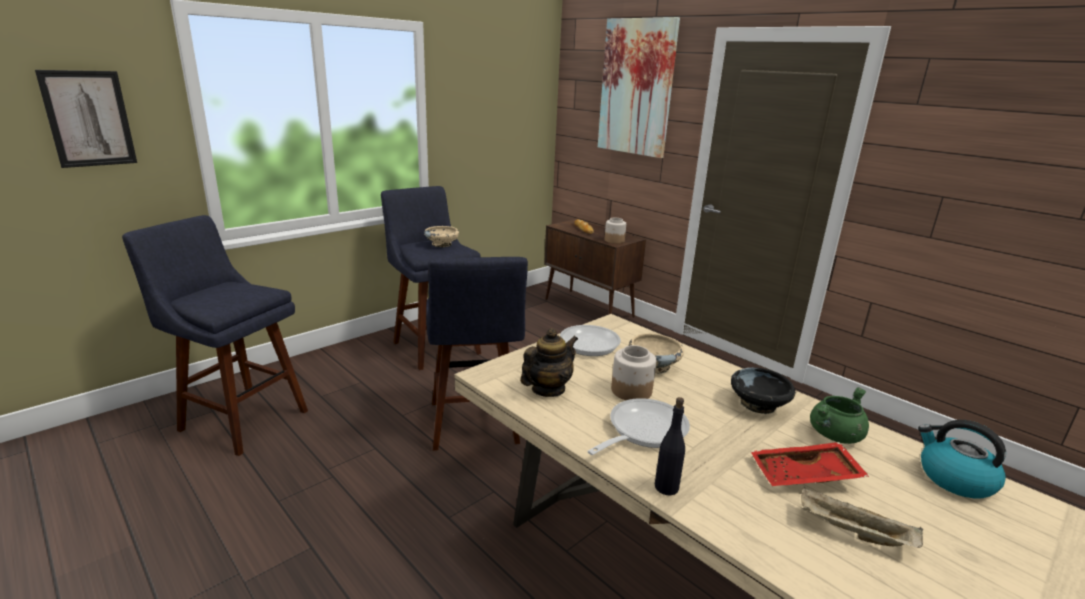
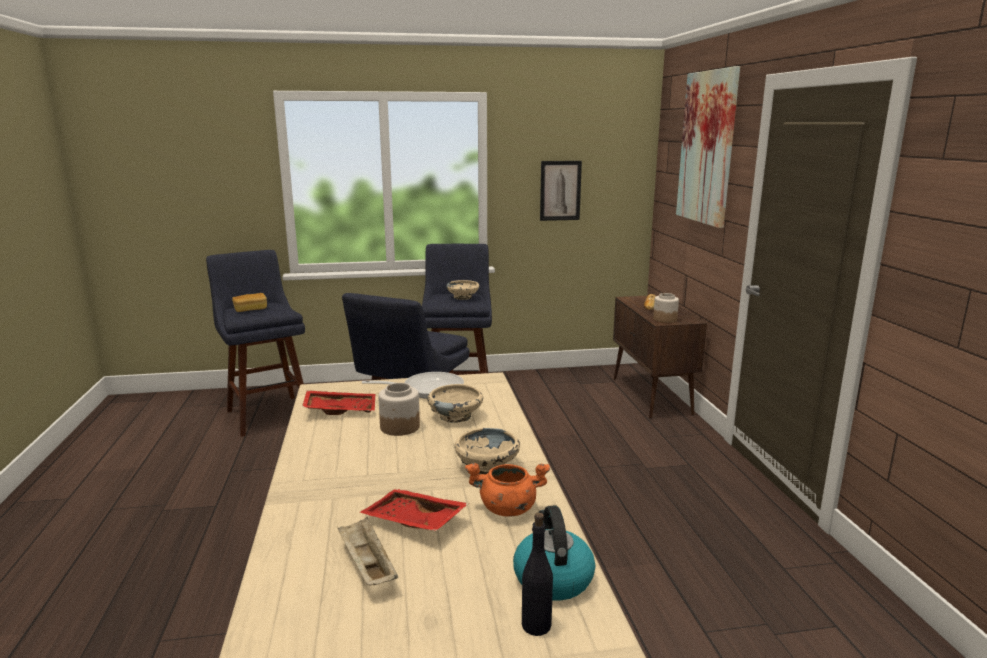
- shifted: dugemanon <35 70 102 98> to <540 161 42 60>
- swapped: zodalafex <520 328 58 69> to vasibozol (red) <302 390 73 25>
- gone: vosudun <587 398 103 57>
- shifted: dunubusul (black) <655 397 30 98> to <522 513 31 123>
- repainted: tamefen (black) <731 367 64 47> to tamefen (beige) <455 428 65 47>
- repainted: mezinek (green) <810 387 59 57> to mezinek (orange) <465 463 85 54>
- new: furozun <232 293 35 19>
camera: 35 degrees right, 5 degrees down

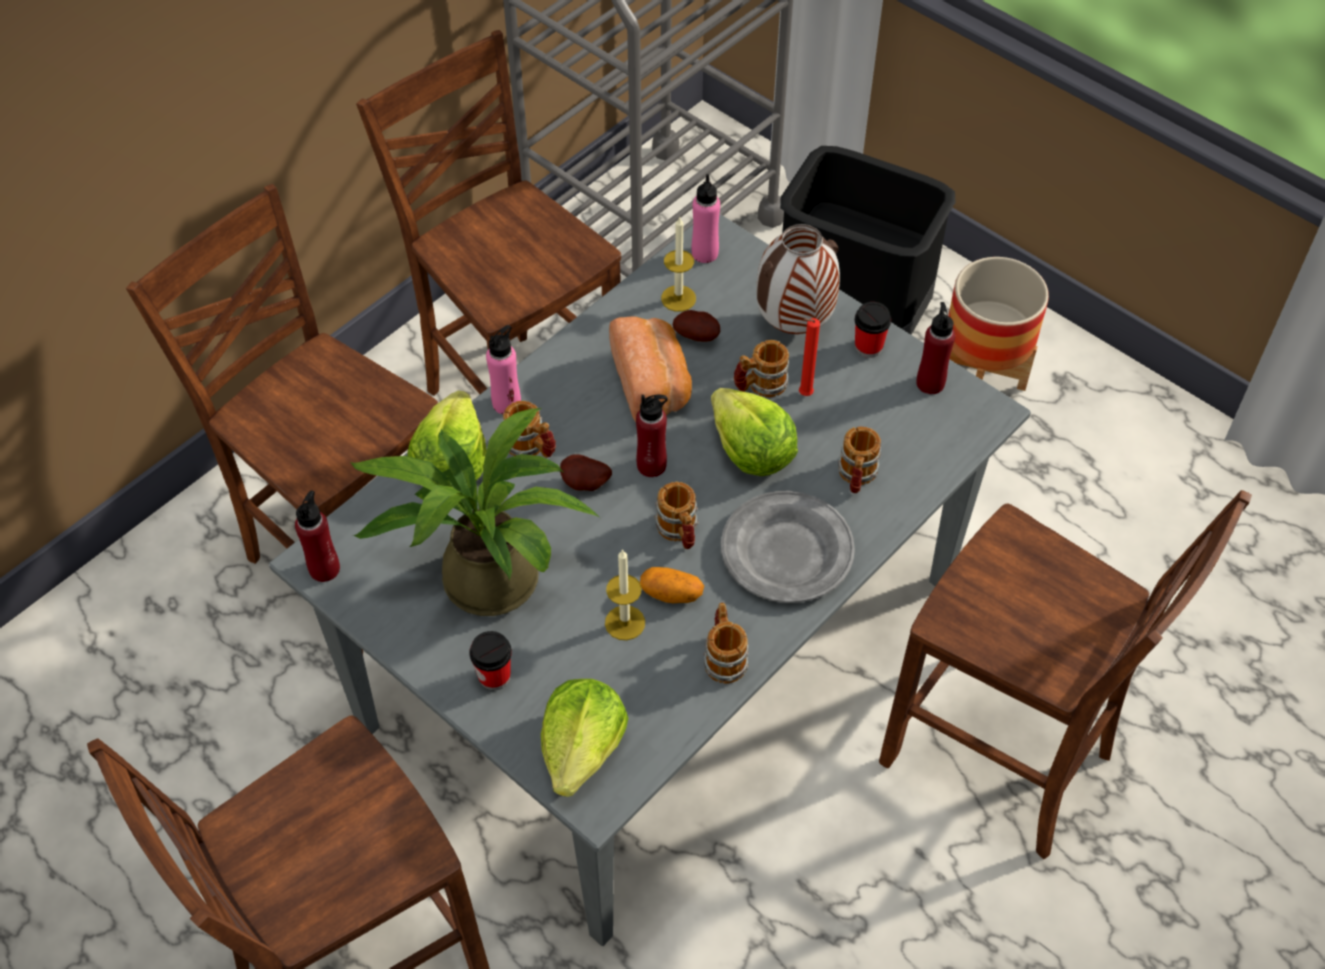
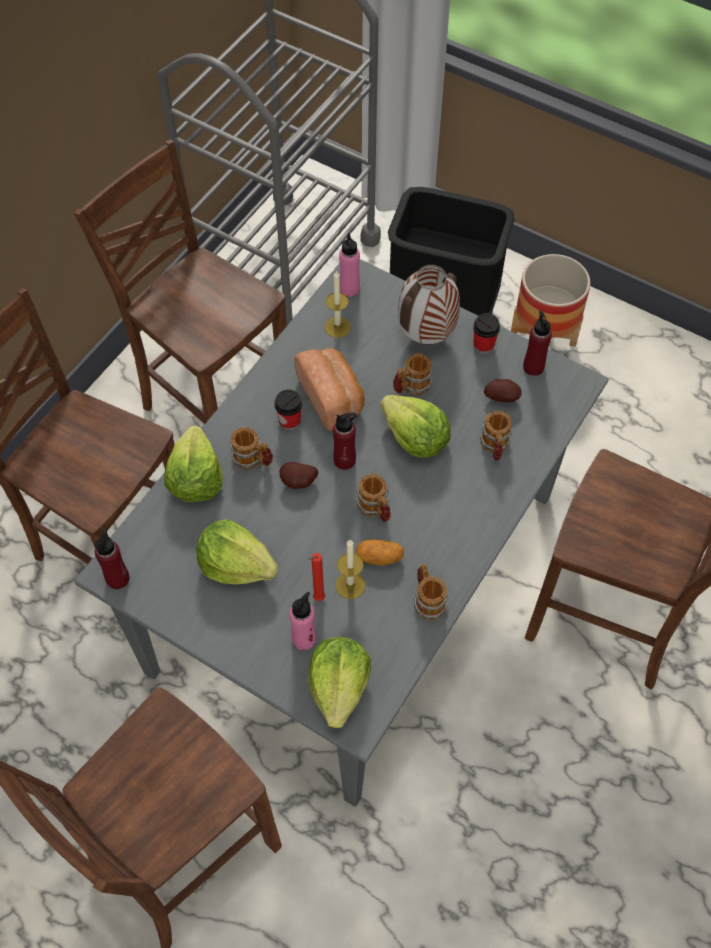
- swapped: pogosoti <350 408 250 208> to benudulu <196 519 82 65>
- shifted: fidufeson <469 631 43 59> to <274 390 28 40>
- shifted: dunubusul (pink) <486 325 35 89> to <289 592 27 58>
- shifted: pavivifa <673 310 47 32> to <484 379 38 23>
- gone: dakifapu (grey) <721 491 134 112>
- shifted: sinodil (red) <799 318 21 78> to <308 553 17 48>
camera: 10 degrees left, 5 degrees up

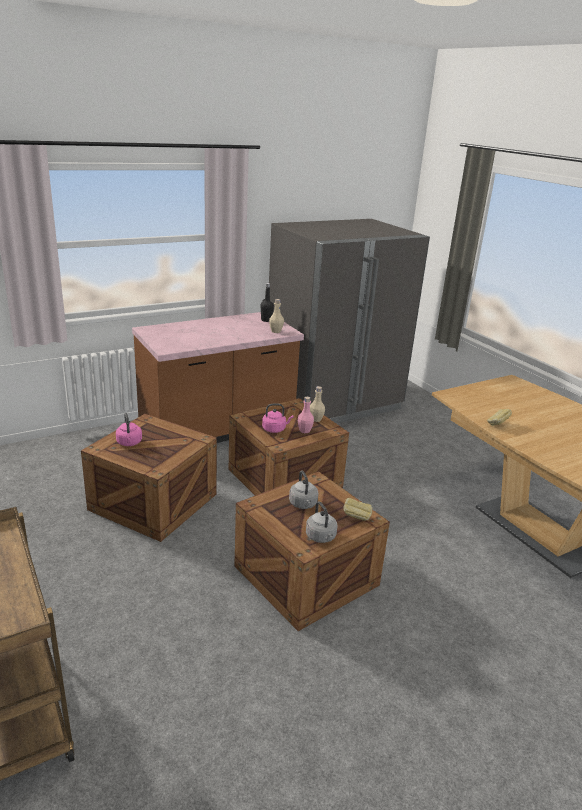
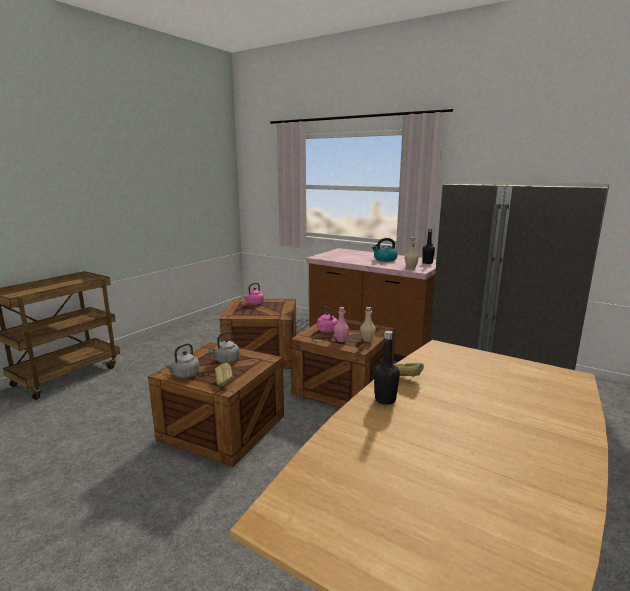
- new: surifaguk <372 238 26 24>
- new: dunubusul (black) <374 331 26 74>
camera: 65 degrees right, 10 degrees down

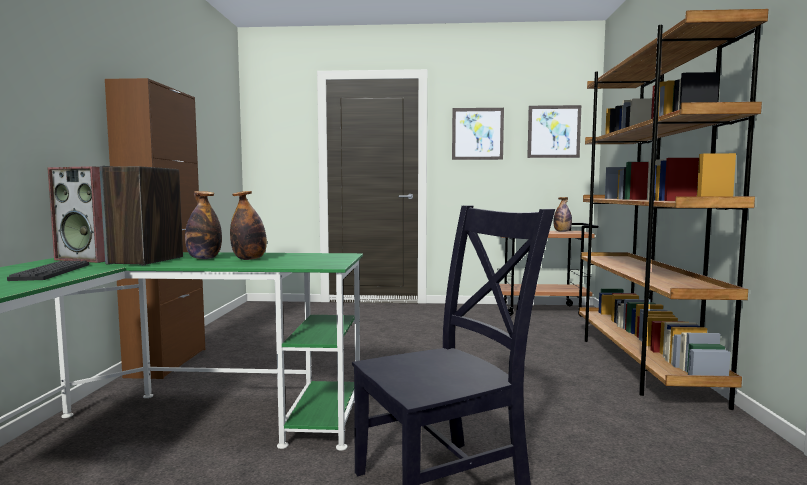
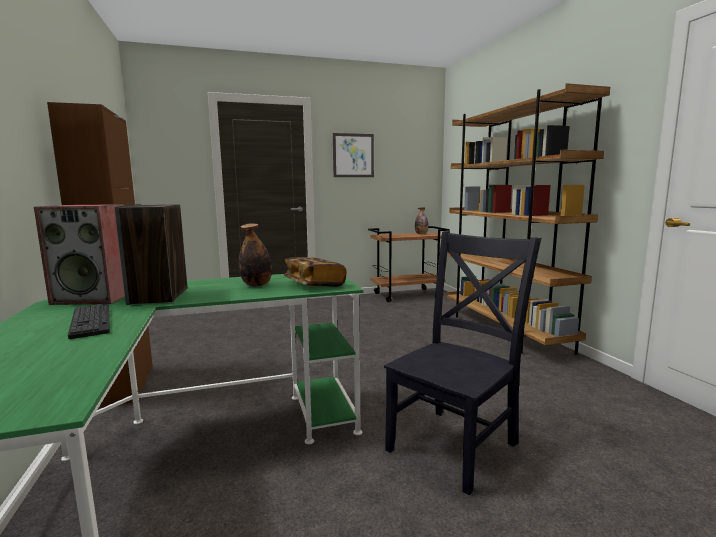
- gone: dunubusul <185 191 37 68>
- gone: dugemanon <527 105 54 53>
- new: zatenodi <284 257 62 30>
camera: 20 degrees left, 5 degrees up

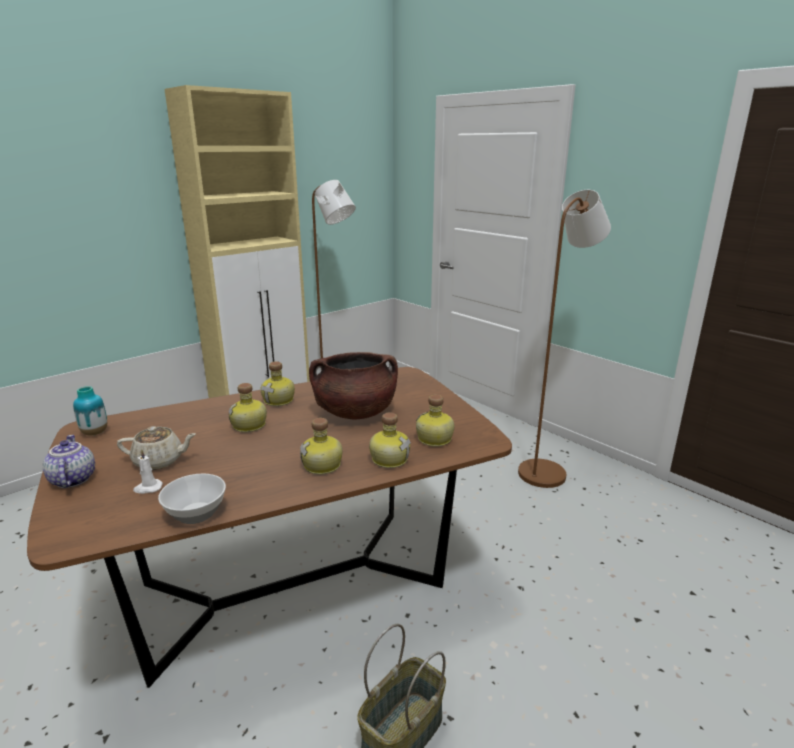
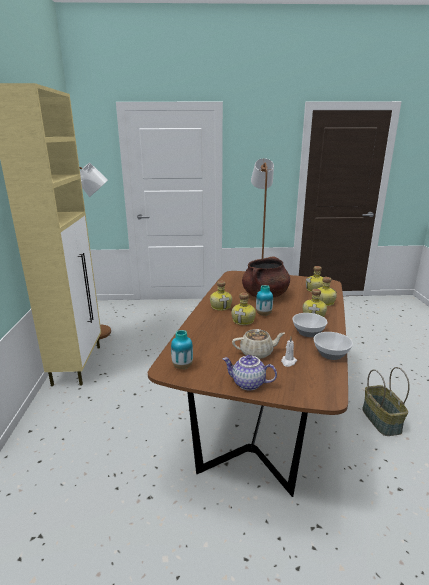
- rotated: zodalafex (beige) <117 426 79 44> = <232 329 53 30> 45 degrees clockwise
- new: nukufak <256 285 17 31>
- new: tamefen <293 313 34 24>
camera: 50 degrees left, 0 degrees up

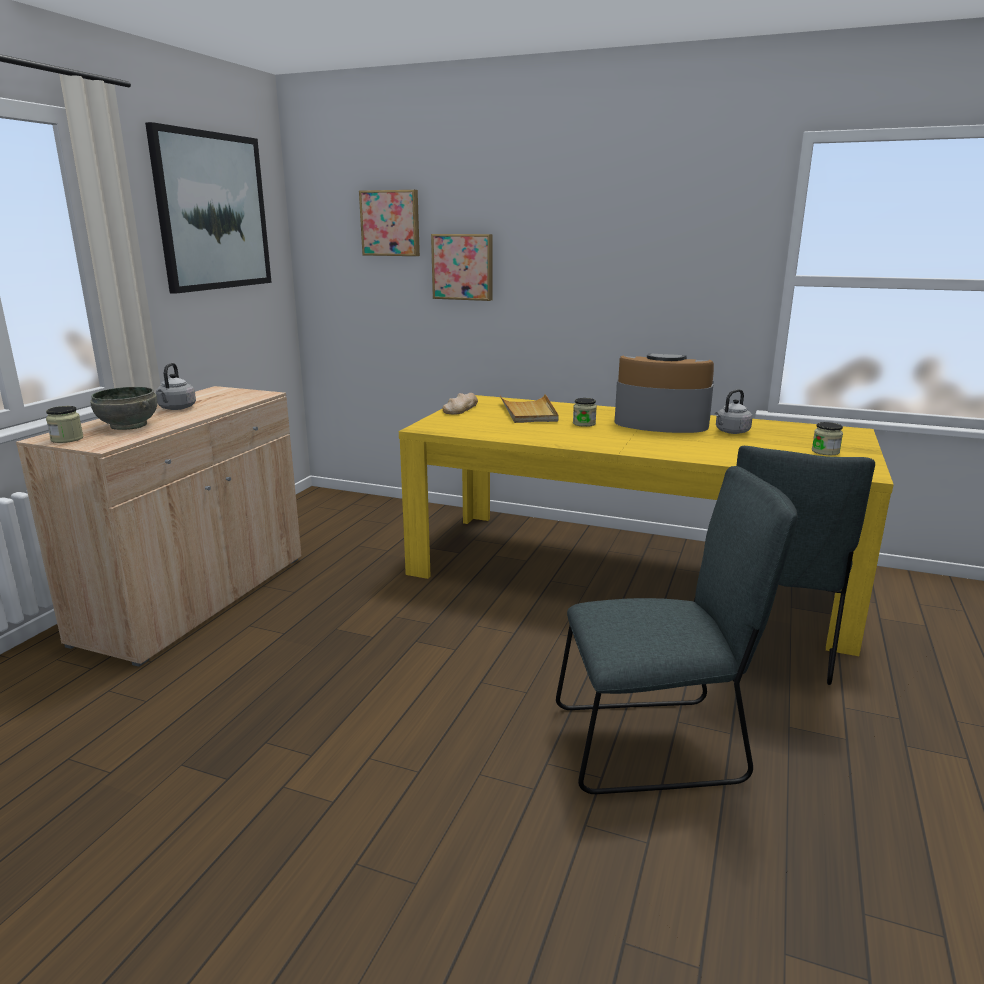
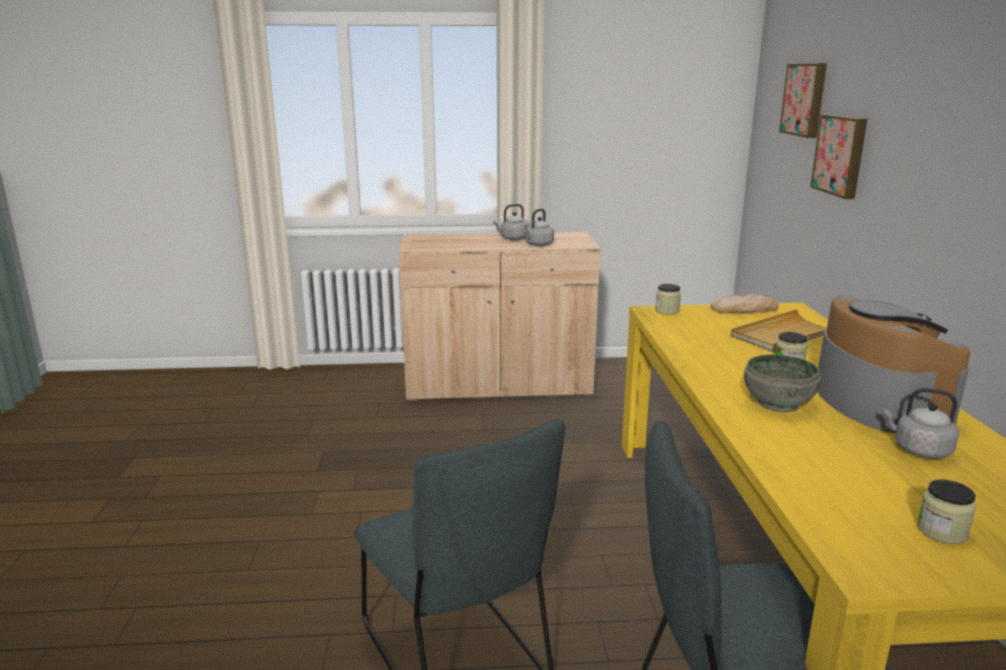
- shifted: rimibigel <46 406 38 37> to <655 284 26 30>
- shifted: tamefen (grey) <90 387 68 43> to <744 354 77 58>
- gone: dugemanon <145 122 127 172>
- new: surifaguk (grey) <524 208 30 38>
camera: 65 degrees right, 0 degrees up

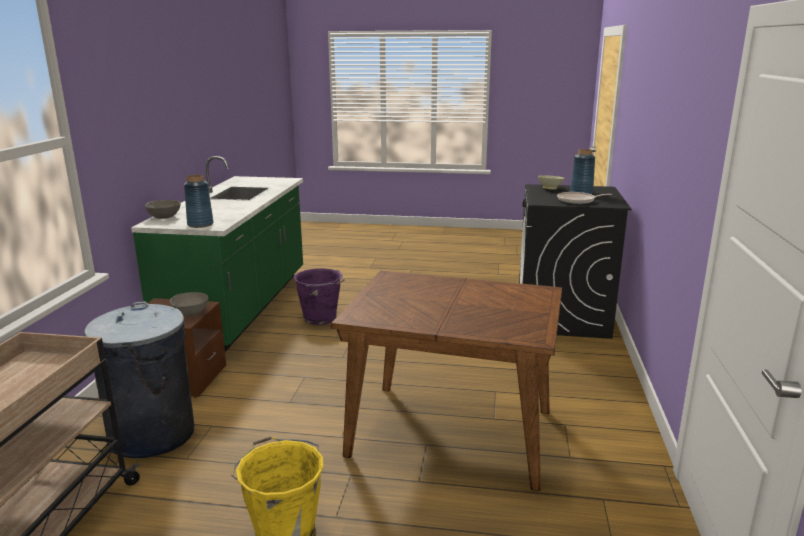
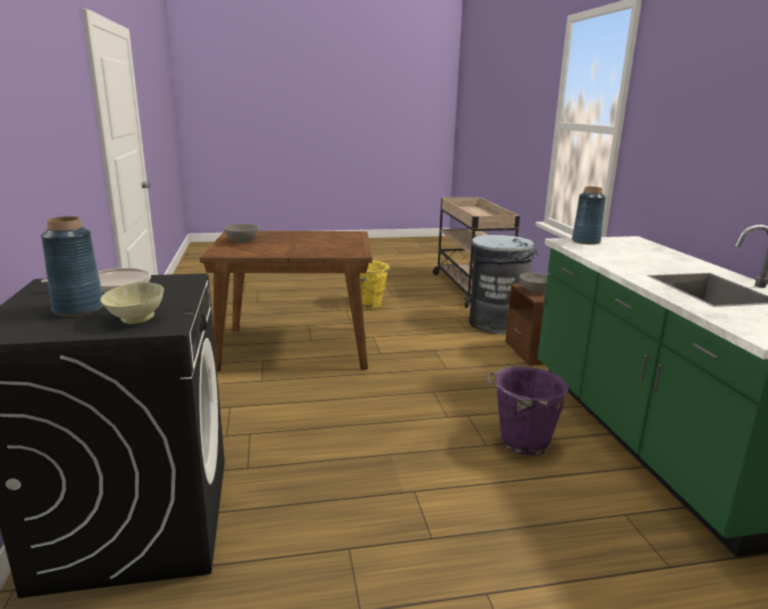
- shifted: tamefen (grey) <145 200 35 19> to <224 224 35 19>
camera: 160 degrees right, 0 degrees up

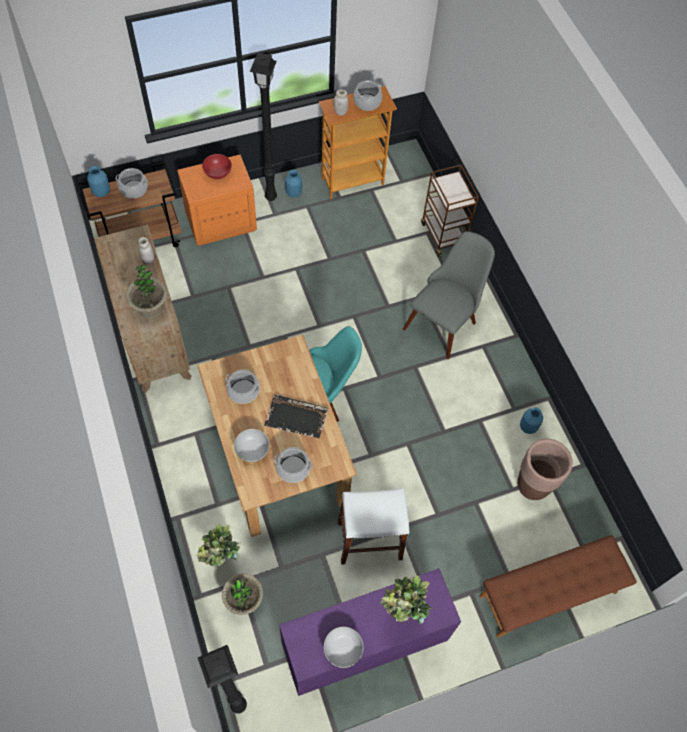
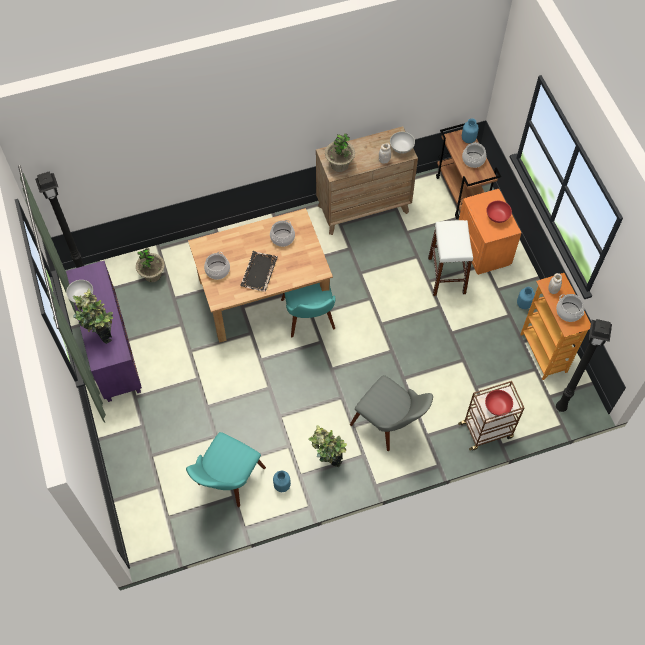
- shifted: pogosoti <196 525 44 41> to <308 425 39 42>
- shifted: tamefen (white) <234 429 35 33> to <390 132 25 22>
- shifted: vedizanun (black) <250 53 27 148> to <556 319 56 93>
- shifted: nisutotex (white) <338 488 71 77> to <428 220 45 76>
- gone: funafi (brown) <479 535 158 103>
- swapped: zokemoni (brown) <517 439 56 61> to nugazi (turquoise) <186 432 80 75>
- new: tamefen (red) <485 390 28 26>
camera: 95 degrees right, 0 degrees up

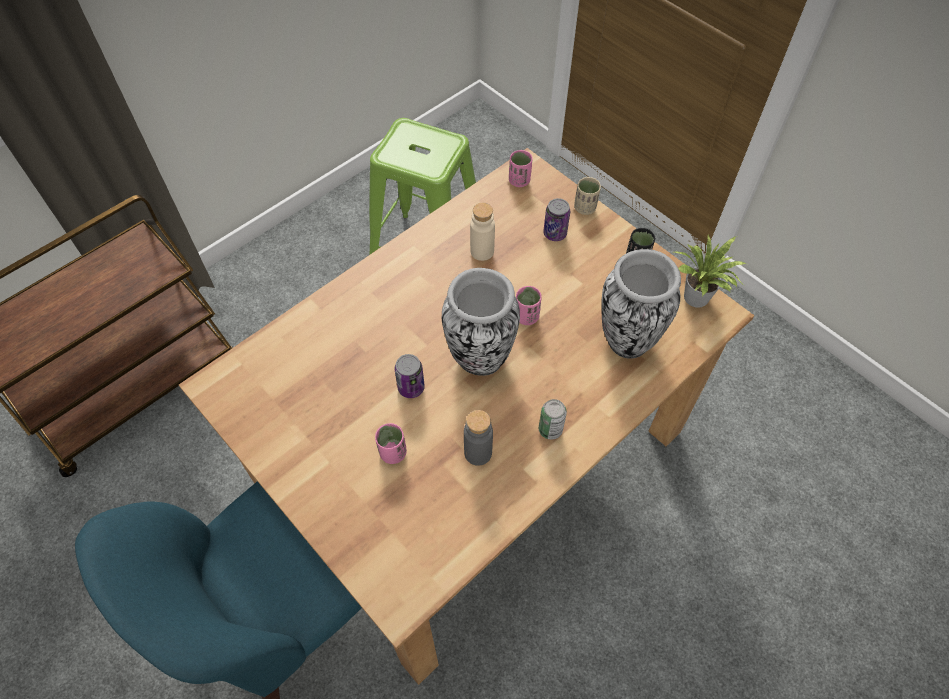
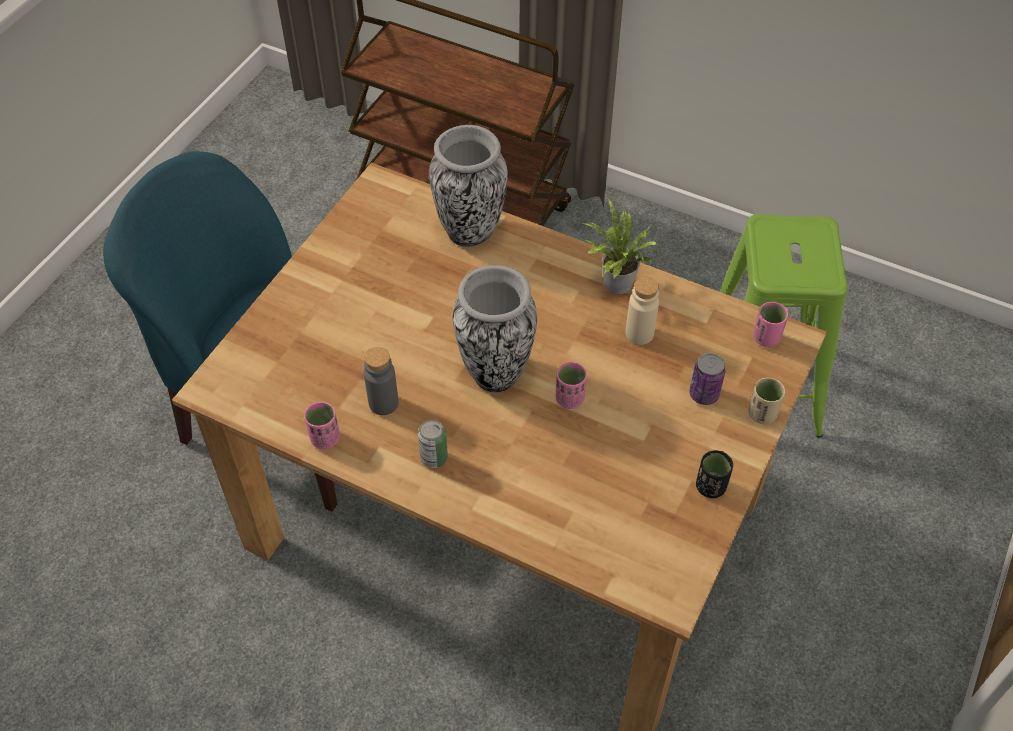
- shifted: fidufeson (pink) <375 423 32 41> to <304 402 36 47>
- gone: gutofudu <394 354 31 44>
- shifted: nukufak <601 249 80 110> to <429 125 79 122>
- shifted: pogosoti <674 235 73 73> to <582 199 78 95>
camera: 70 degrees right, 5 degrees down

